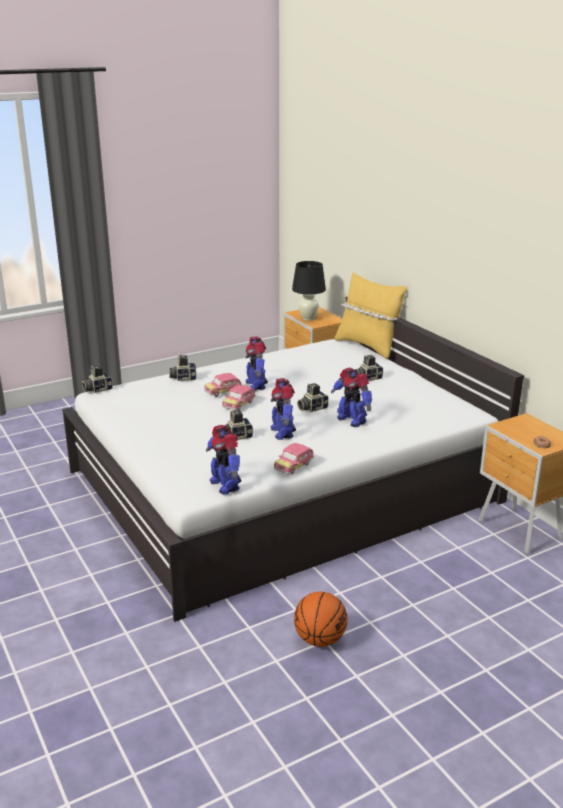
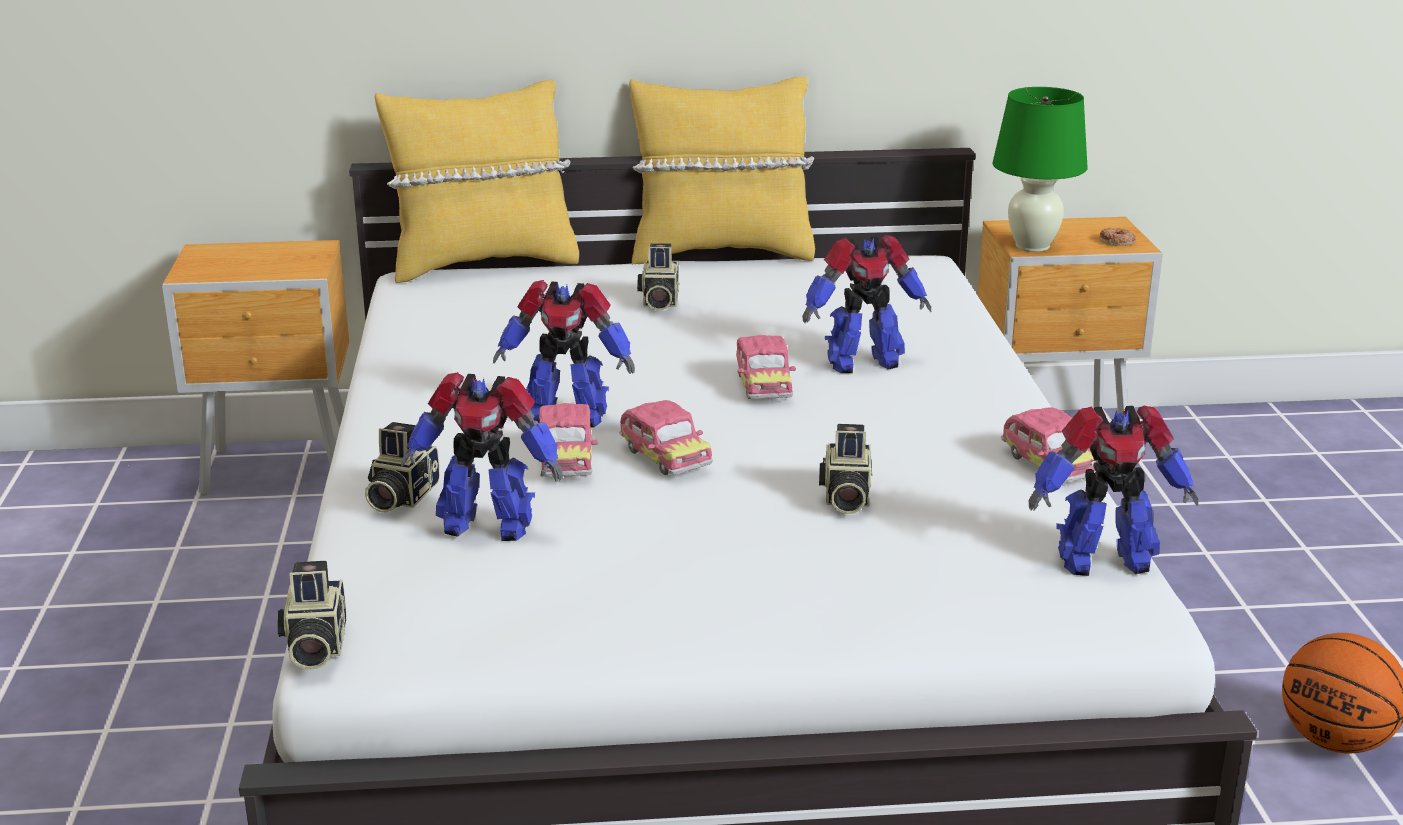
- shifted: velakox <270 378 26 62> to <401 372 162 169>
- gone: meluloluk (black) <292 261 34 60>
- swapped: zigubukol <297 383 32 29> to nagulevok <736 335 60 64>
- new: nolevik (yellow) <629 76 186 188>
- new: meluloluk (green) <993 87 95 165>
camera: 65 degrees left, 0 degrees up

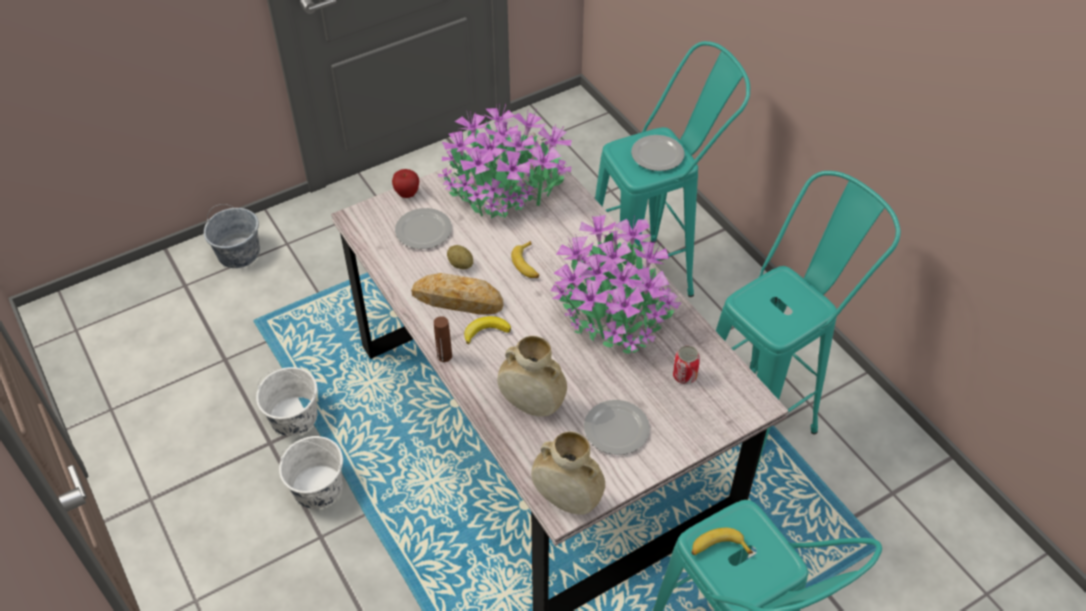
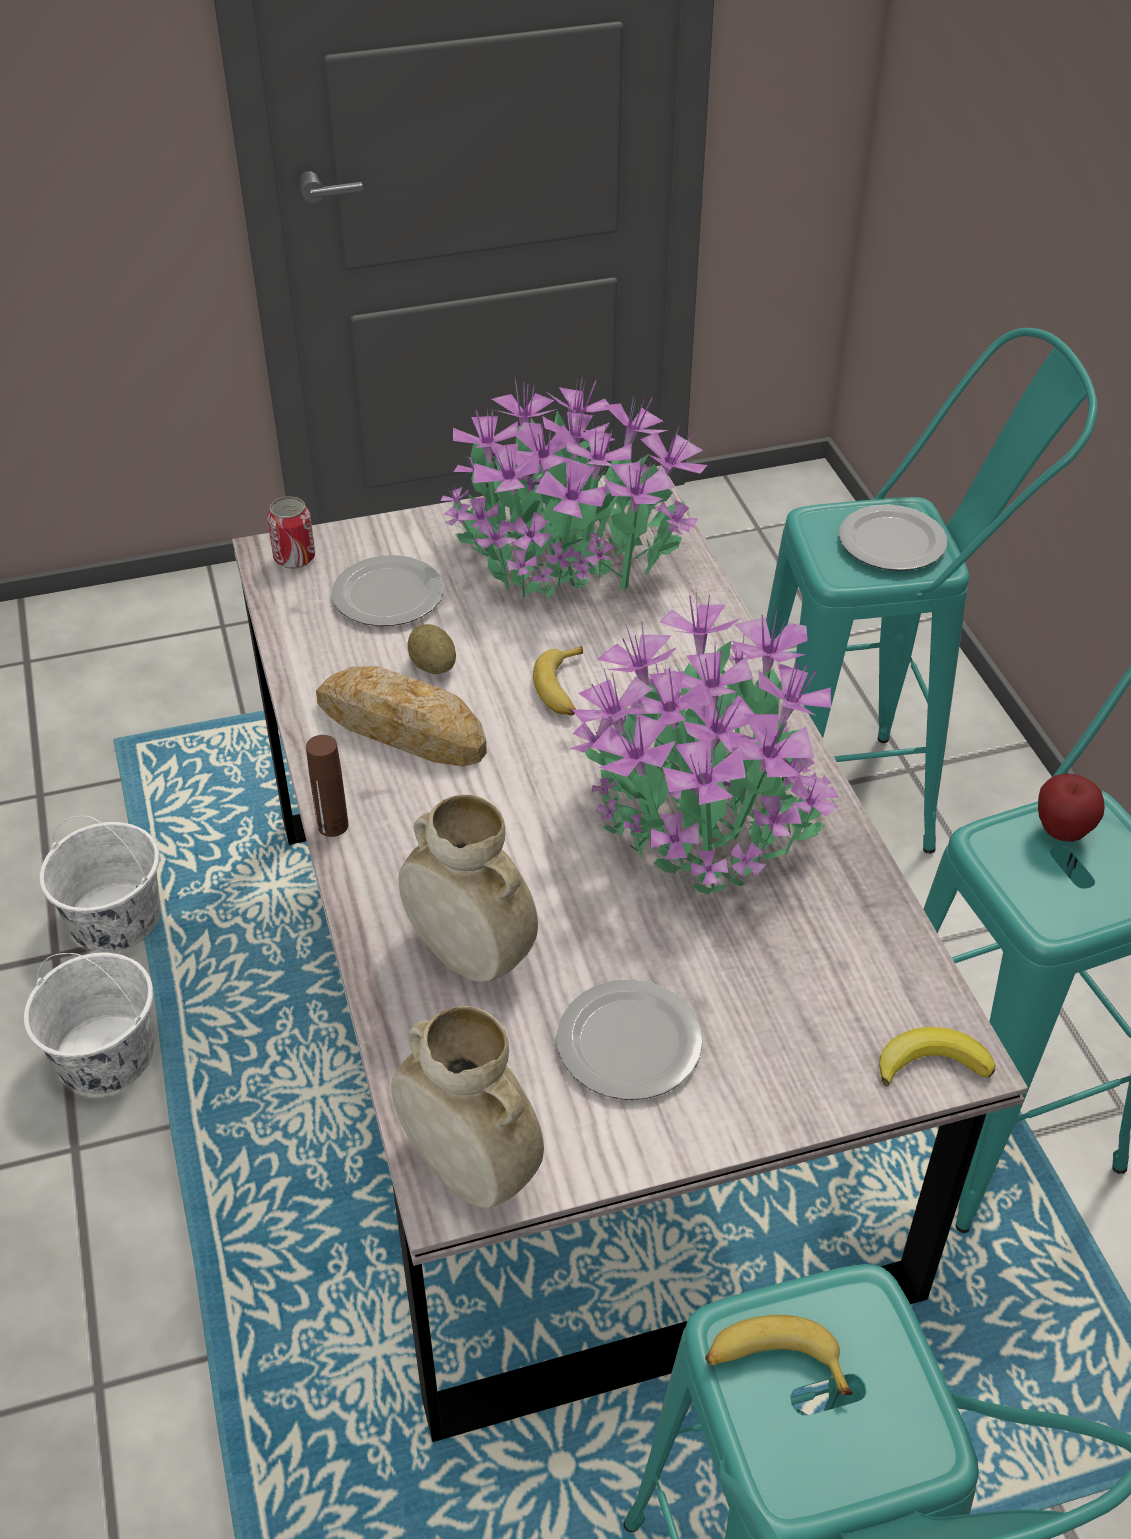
- gone: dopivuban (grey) <204 204 56 64>
- shifted: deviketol <392 169 27 29> to <1038 774 67 68>
- shifted: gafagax <464 316 47 28> to <879 1027 116 59>
- shifted: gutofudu <673 346 27 38> to <267 496 48 73>
camera: 15 degrees right, 5 degrees down

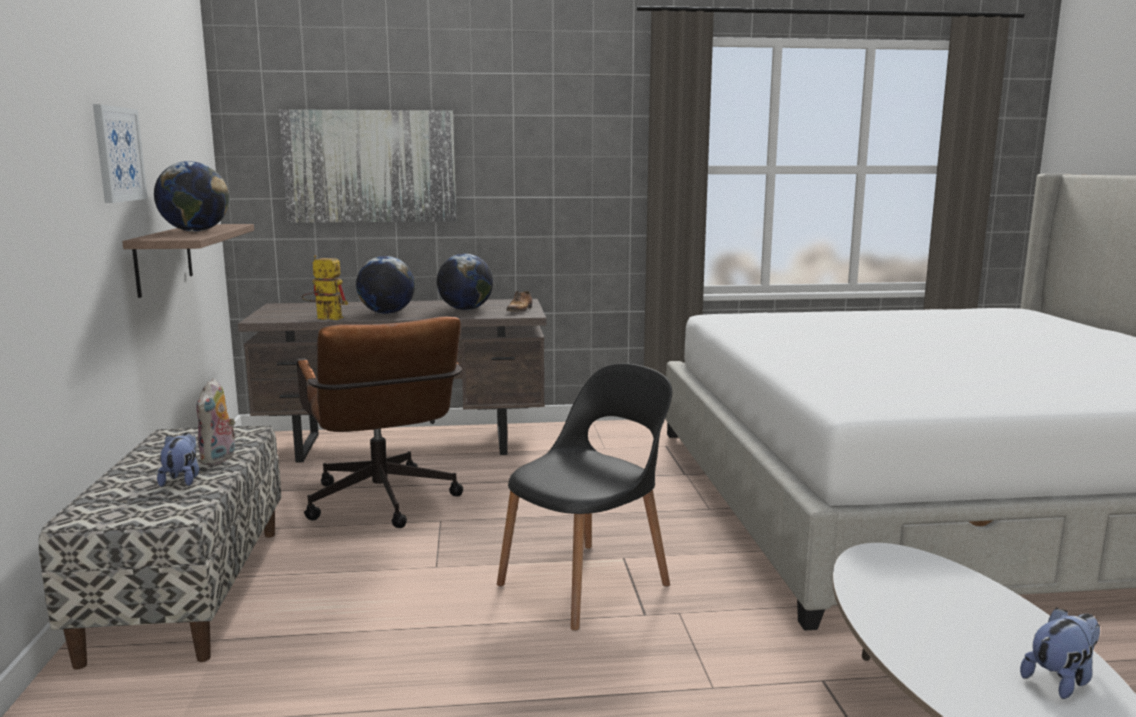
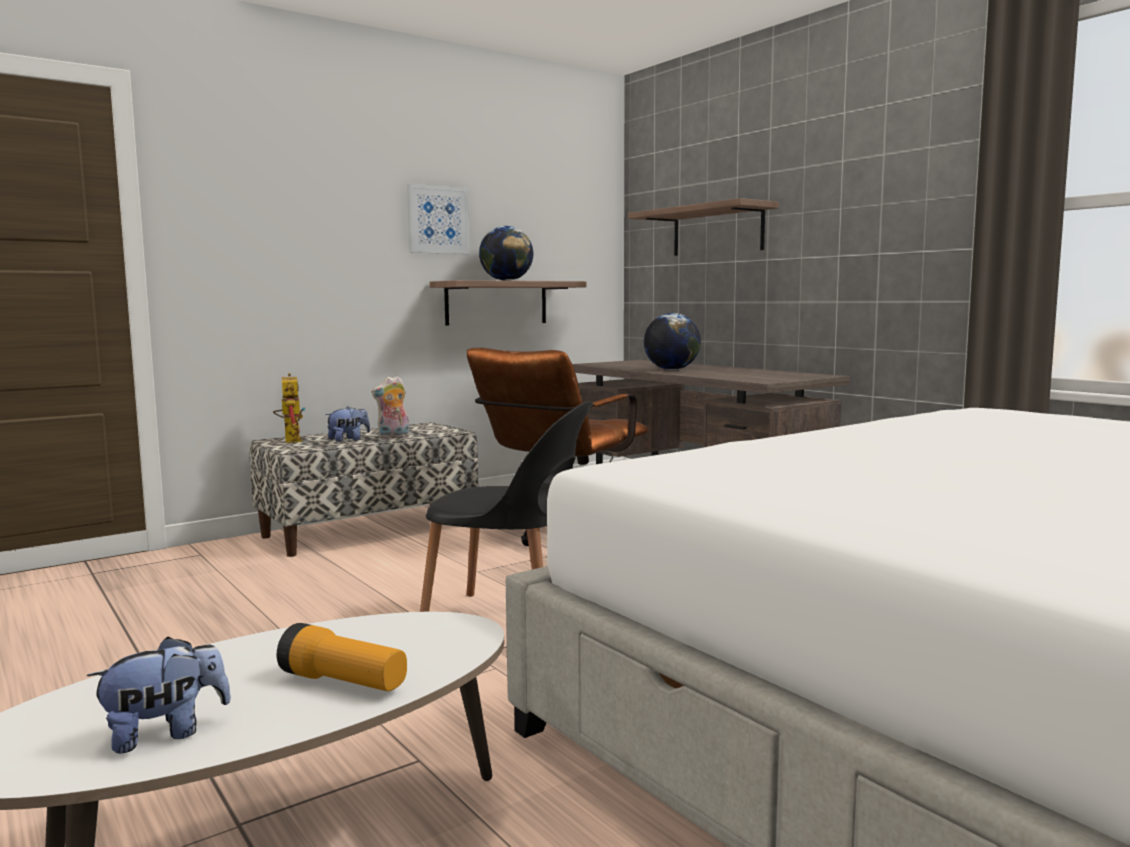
- swapped: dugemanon <279 109 177 114> to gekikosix <628 198 151 58>
- shifted: velakox <302 255 46 65> to <273 373 32 70>
- gone: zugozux <437 253 56 57>
- gone: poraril <506 291 26 21>
- rotated: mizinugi <1020 607 80 92> = <87 636 144 118> 60 degrees counterclockwise
- new: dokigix <277 623 130 68>
camera: 60 degrees right, 5 degrees down

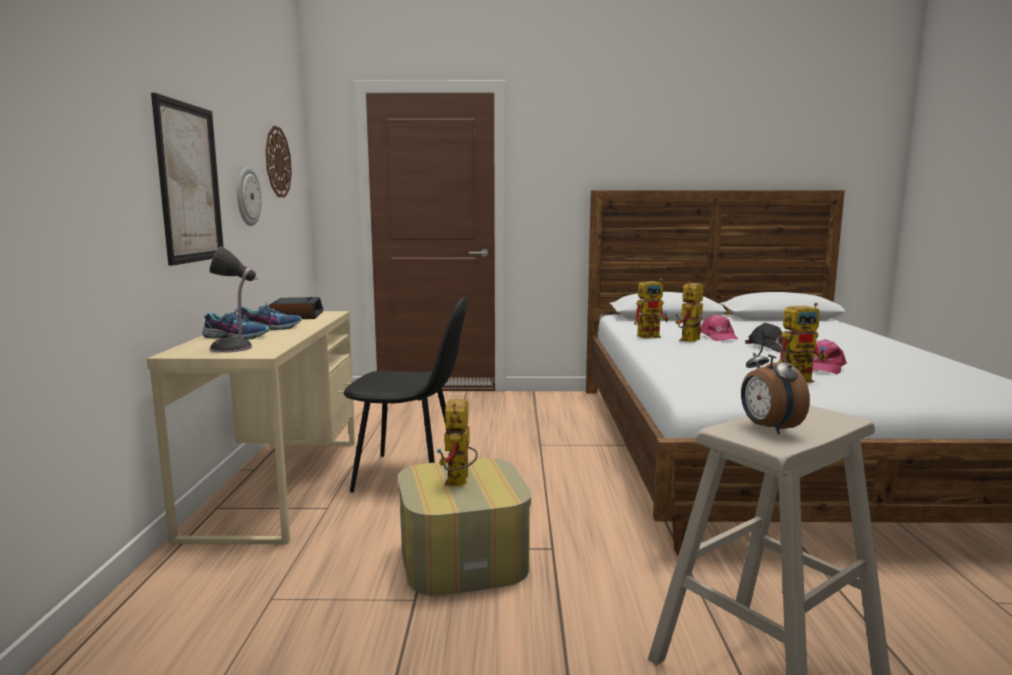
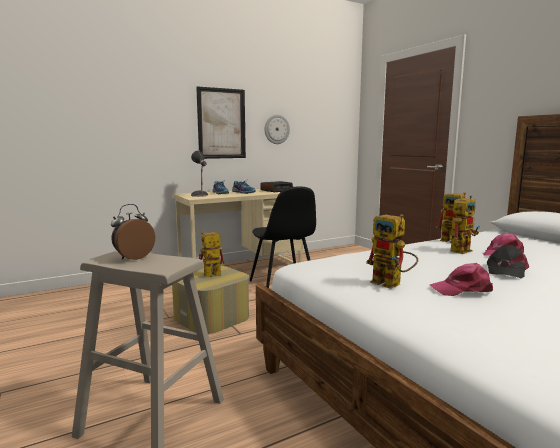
- gone: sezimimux <266 126 26 71>
- rotated: velakox <675 282 29 60> = <450 195 30 59> 135 degrees clockwise
camera: 60 degrees right, 0 degrees up

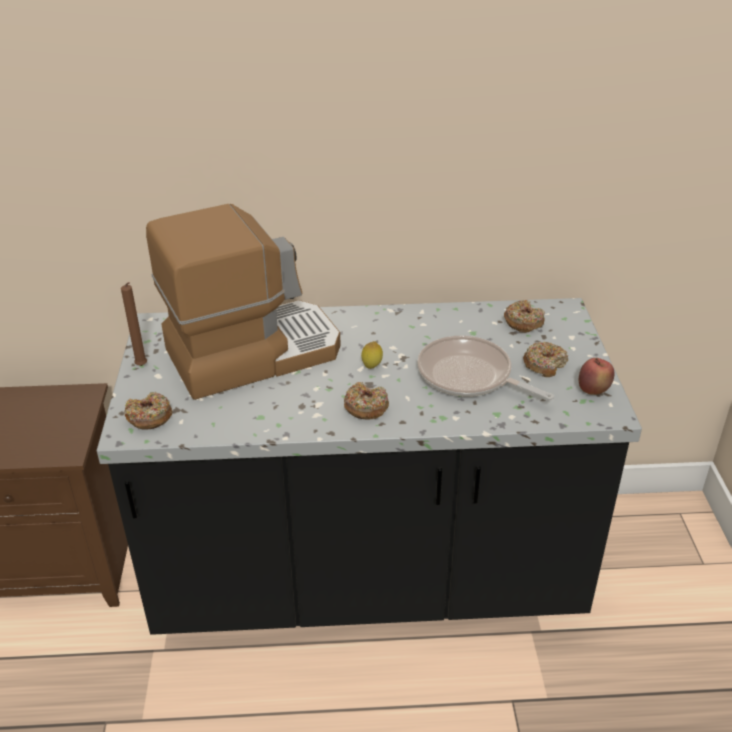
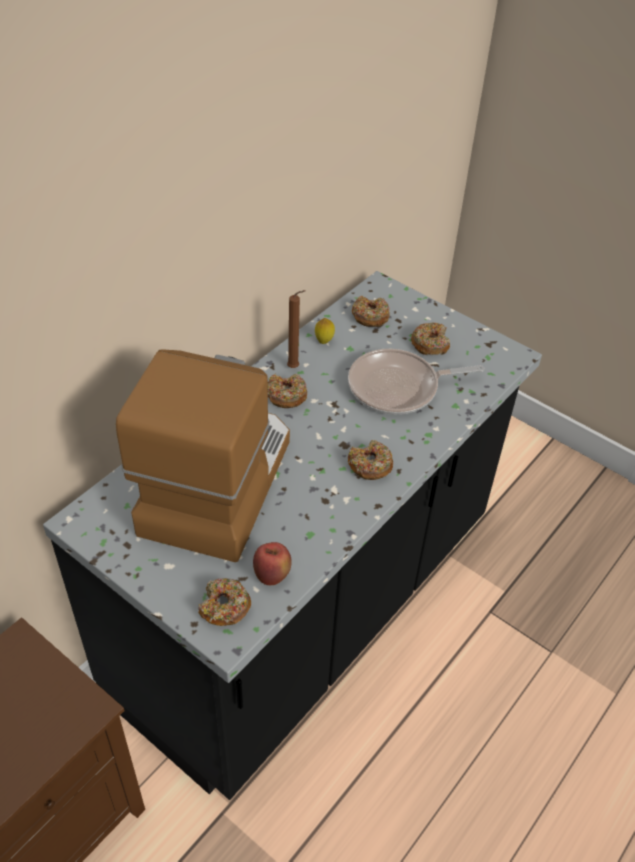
- shifted: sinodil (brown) <121 282 26 84> to <287 290 19 78>
- shifted: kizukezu <361 341 22 28> to <315 318 20 26>
- shifted: deviketol <579 358 36 37> to <253 542 38 43>
- new: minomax <268 374 39 34>
camera: 50 degrees left, 10 degrees up

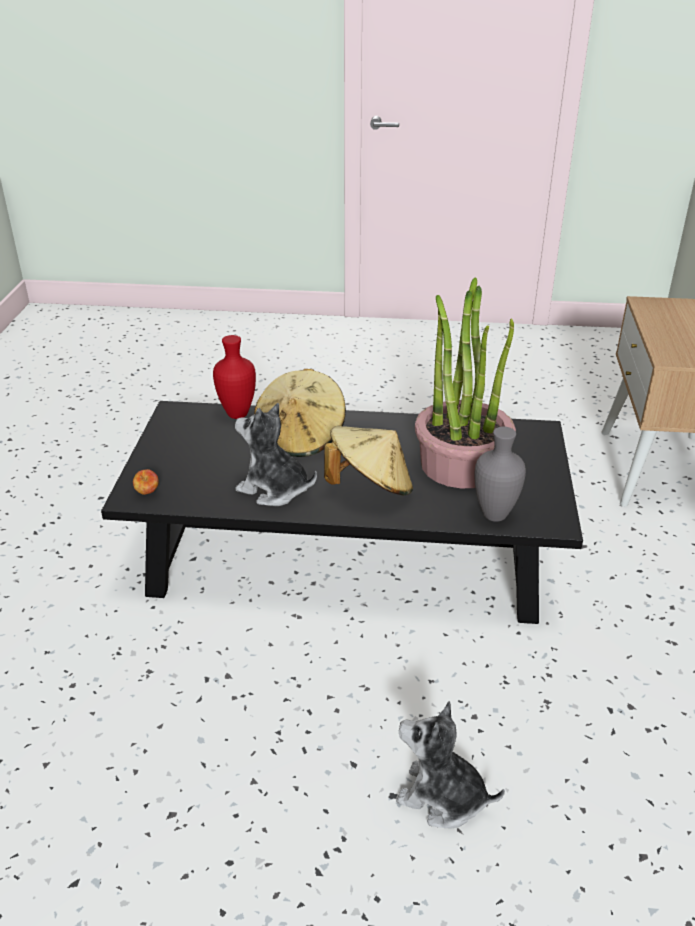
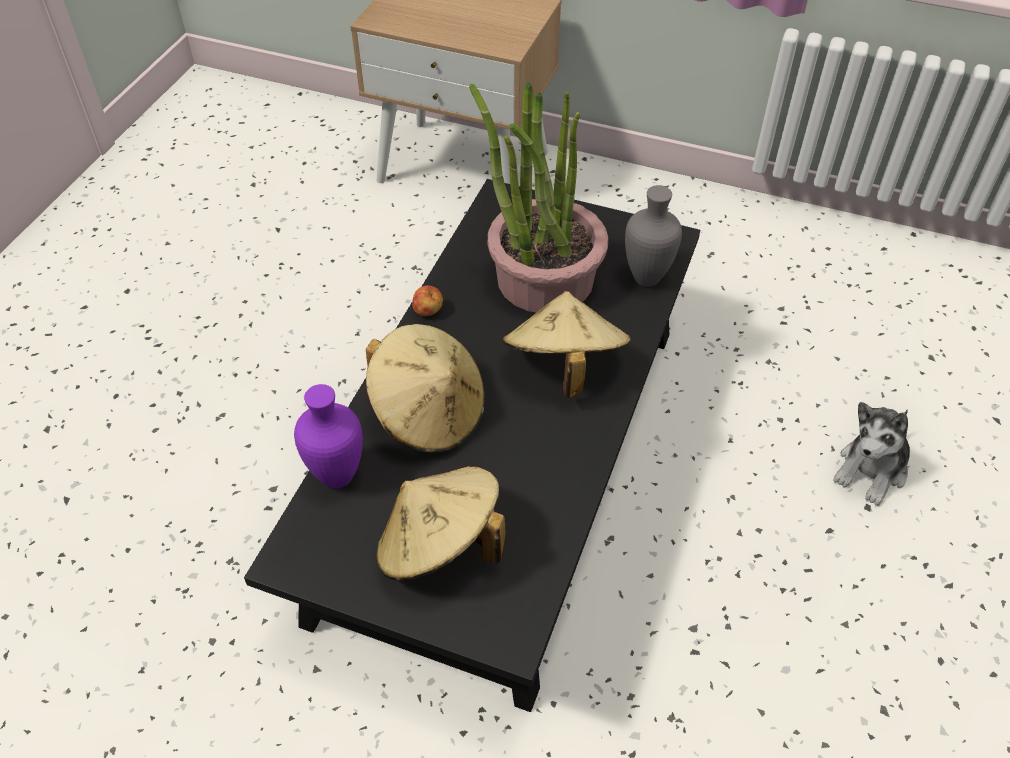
- shifted: deviketol <133 469 26 26> to <412 285 31 31>
- repainted: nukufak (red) <213 335 43 84> to nukufak (purple) <294 384 69 104>
- gone: mizinugi <235 403 82 104>
- new: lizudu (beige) <376 466 129 115>
camera: 75 degrees left, 15 degrees up

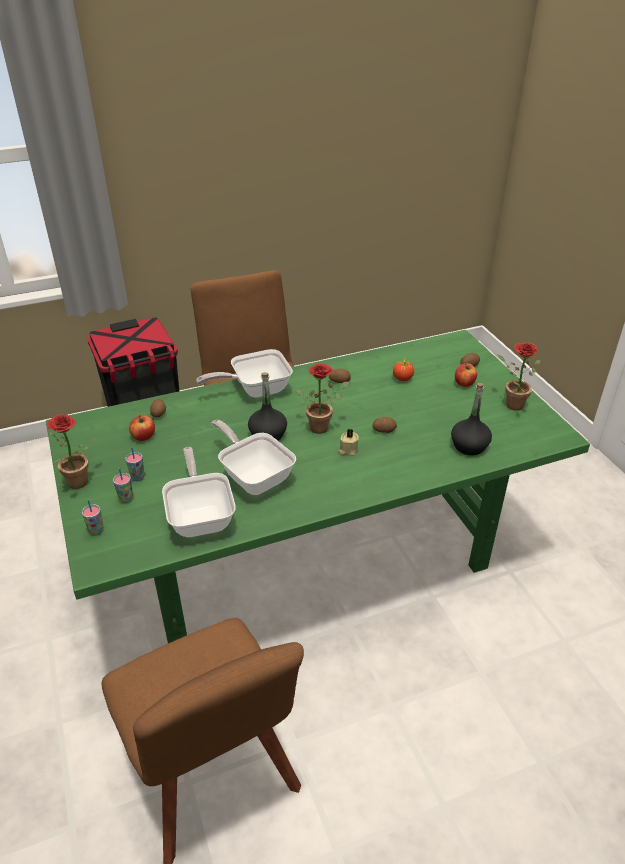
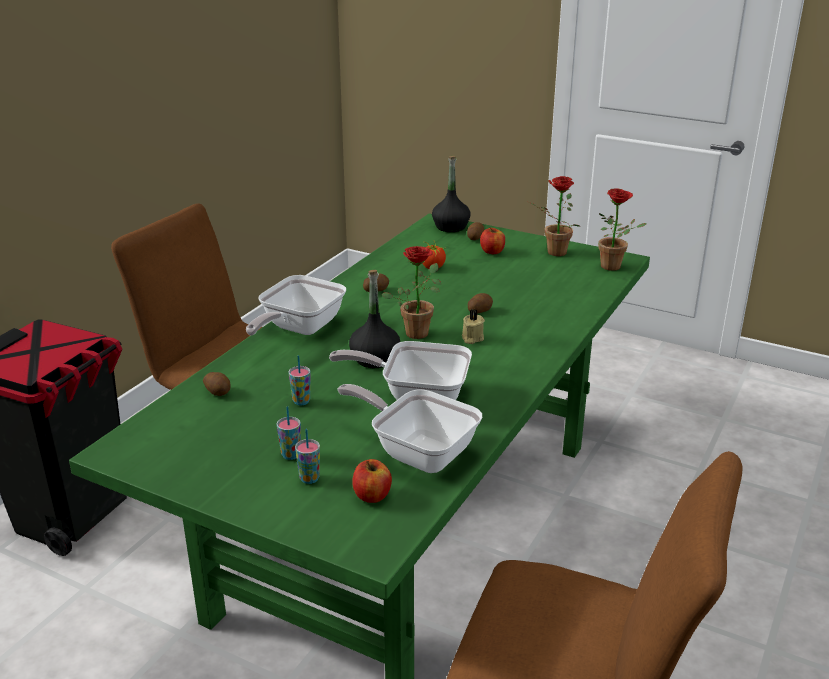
- shifted: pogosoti <47 414 49 75> to <598 188 49 83>
- shifted: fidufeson <82 500 22 36> to <289 356 22 49>
- shifted: deviketol <129 415 26 26> to <352 459 40 44>
- shifted: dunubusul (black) <451 383 41 72> to <432 156 39 76>
camera: 40 degrees left, 10 degrees down

